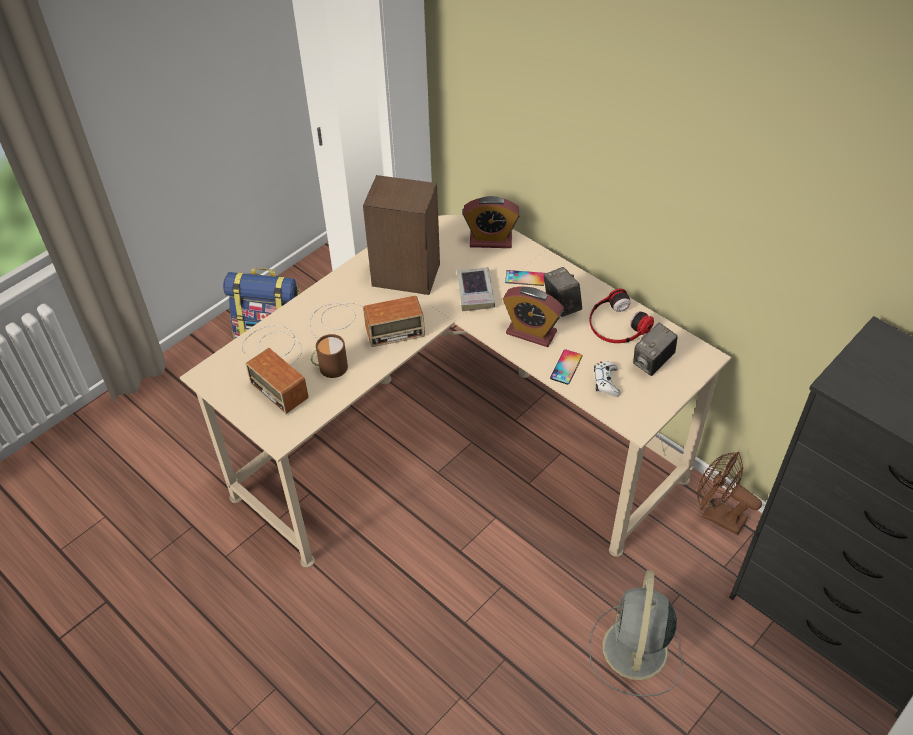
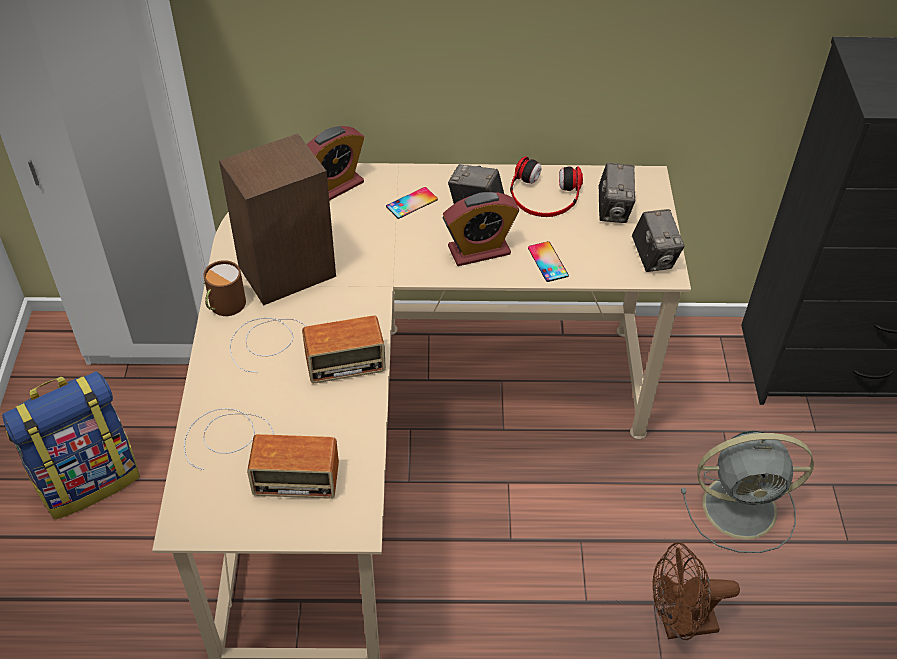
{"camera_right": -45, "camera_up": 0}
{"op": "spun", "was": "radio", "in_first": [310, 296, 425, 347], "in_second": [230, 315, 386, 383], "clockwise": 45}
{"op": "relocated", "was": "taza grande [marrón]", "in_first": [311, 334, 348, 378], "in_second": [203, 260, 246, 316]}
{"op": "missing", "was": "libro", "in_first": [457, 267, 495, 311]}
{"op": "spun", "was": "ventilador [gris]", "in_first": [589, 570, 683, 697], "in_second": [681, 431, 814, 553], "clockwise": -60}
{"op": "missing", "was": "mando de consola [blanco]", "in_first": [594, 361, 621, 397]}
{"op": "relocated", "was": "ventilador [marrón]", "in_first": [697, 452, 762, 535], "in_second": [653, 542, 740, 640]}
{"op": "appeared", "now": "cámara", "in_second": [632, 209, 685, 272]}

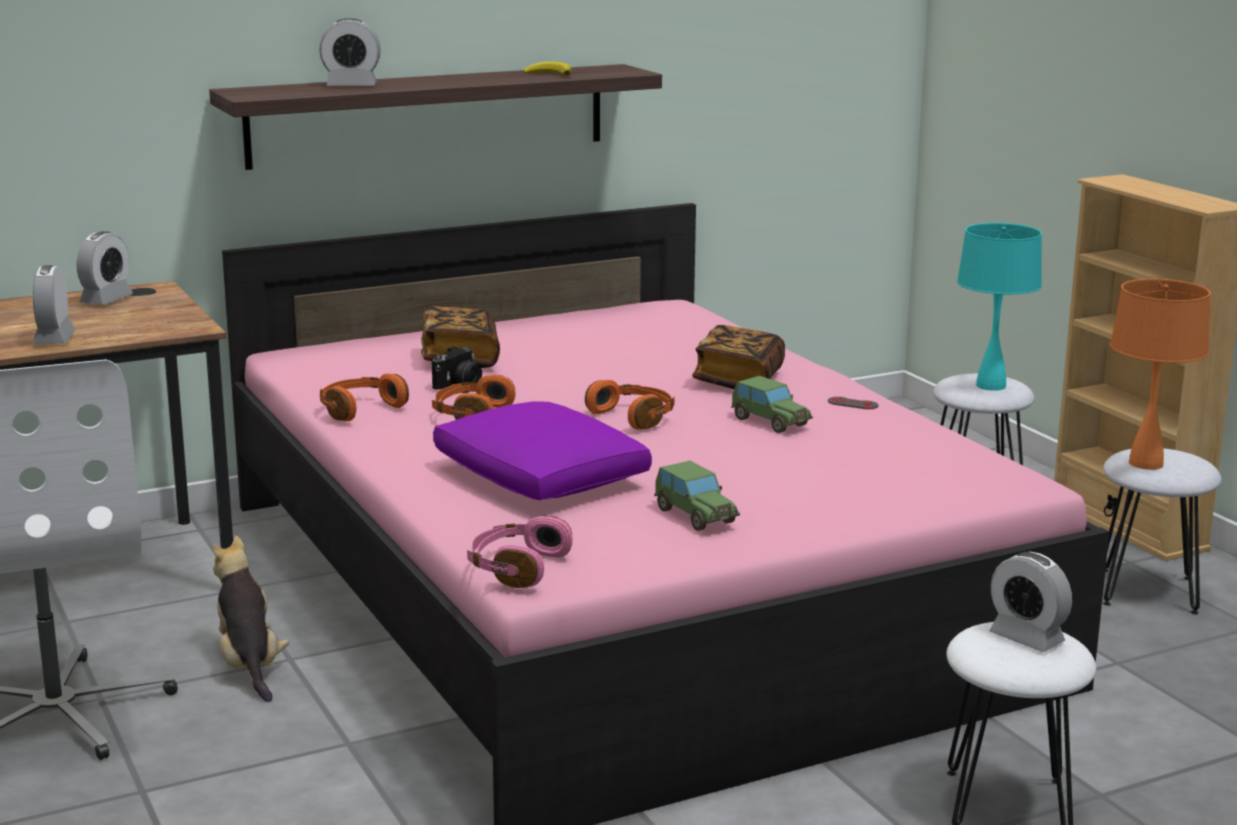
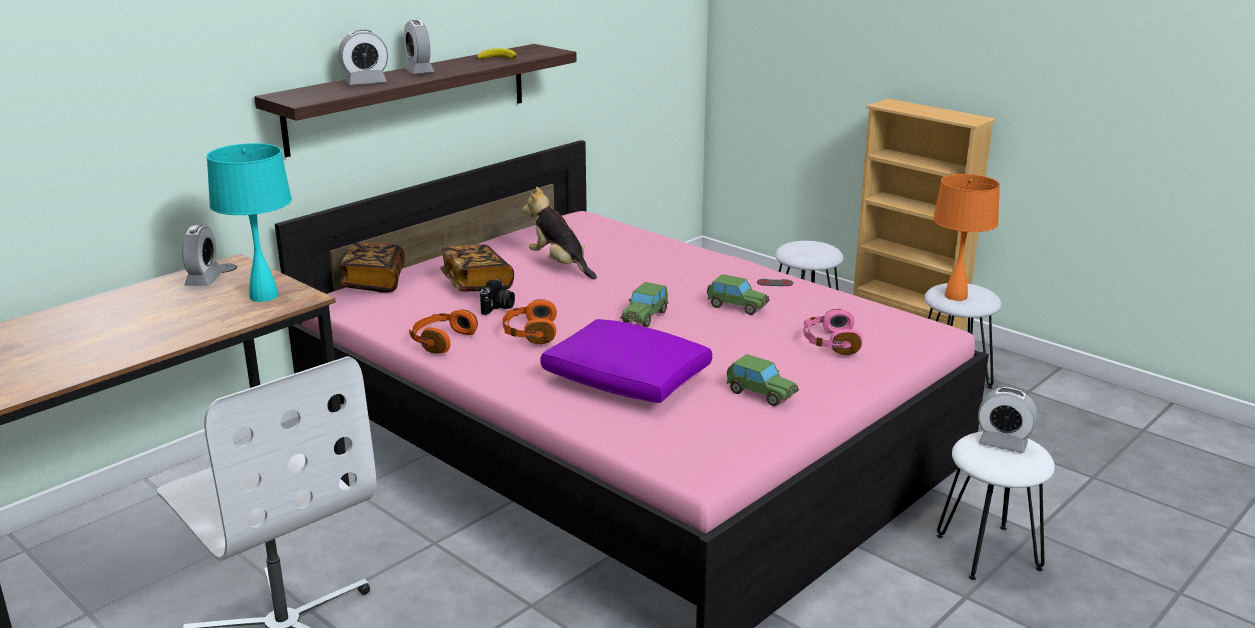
{"camera_right": -20, "camera_up": 5}
{"op": "relocated", "was": "despertador", "in_first": [32, 265, 76, 344], "in_second": [403, 20, 435, 74]}
{"op": "relocated", "was": "peluche", "in_first": [211, 536, 289, 702], "in_second": [522, 187, 597, 279]}
{"op": "relocated", "was": "auriculares [rosa]", "in_first": [467, 516, 573, 588], "in_second": [804, 309, 863, 355]}
{"op": "exchanged", "was": "auriculares [naranja]", "now": "coche de juguete", "in_first": [585, 380, 675, 429], "in_second": [620, 282, 669, 327]}
{"op": "relocated", "was": "libro", "in_first": [692, 325, 785, 389], "in_second": [340, 242, 405, 293]}
{"op": "relocated", "was": "lámpara de mesa [turquesa]", "in_first": [957, 223, 1042, 391], "in_second": [206, 143, 292, 302]}

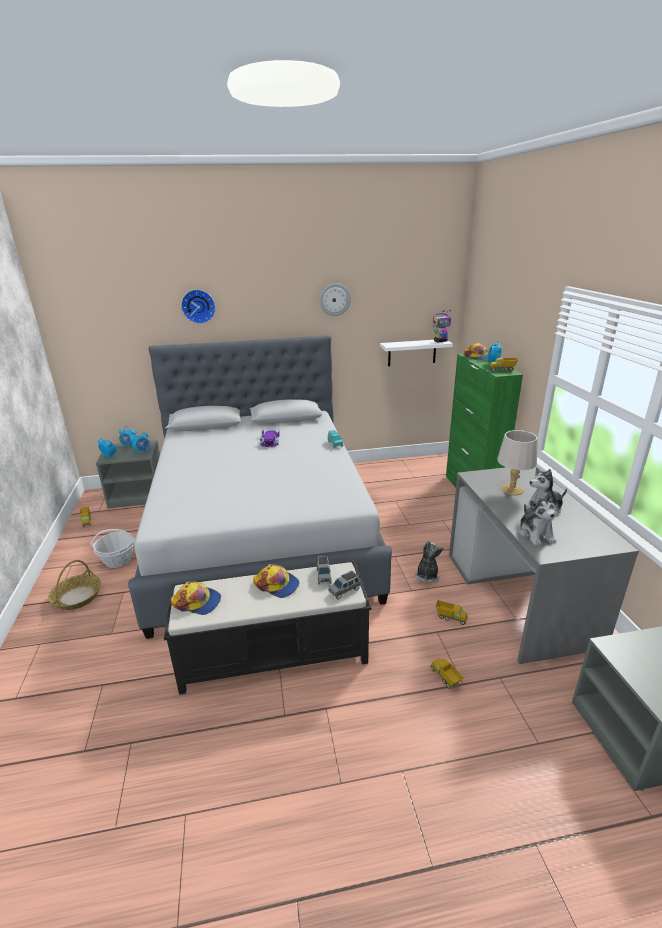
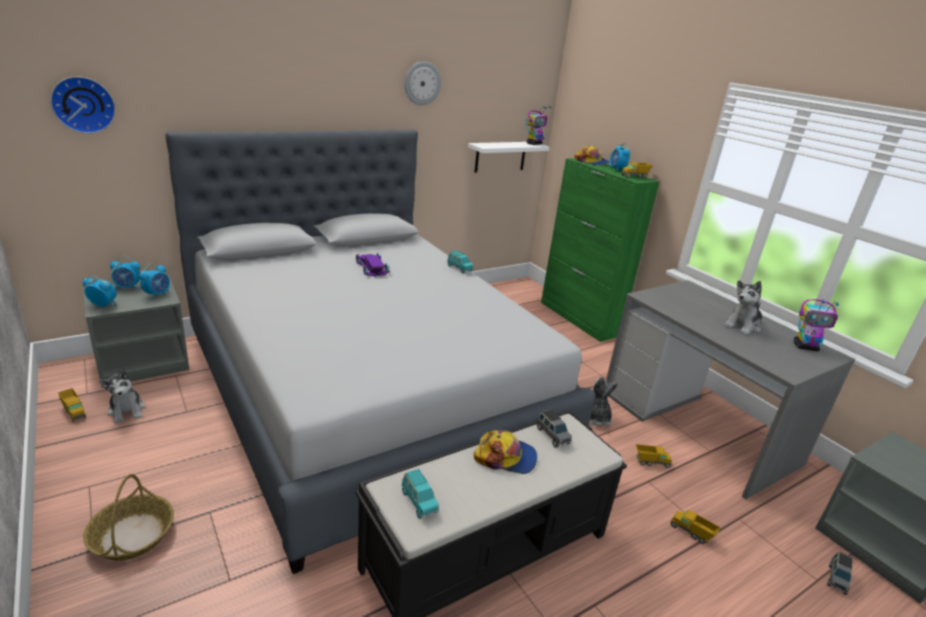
{"camera_right": -25, "camera_up": 0}
{"op": "missing", "was": "cesta", "in_first": [90, 529, 136, 568]}
{"op": "exchanged", "was": "gorra", "now": "coche de juguete [turquesa]", "in_first": [171, 581, 221, 615], "in_second": [402, 469, 439, 519]}
{"op": "relocated", "was": "reloj de pared", "in_first": [181, 290, 216, 324], "in_second": [50, 76, 116, 134]}
{"op": "relocated", "was": "coche de juguete [gris]", "in_first": [328, 571, 360, 600], "in_second": [827, 552, 852, 595]}
{"op": "missing", "was": "lámpara de mesa [gris]", "in_first": [497, 430, 538, 496]}
{"op": "relocated", "was": "peluche", "in_first": [518, 492, 556, 545], "in_second": [99, 369, 145, 424]}
{"op": "appeared", "now": "robot de juguete", "in_second": [794, 299, 839, 351]}

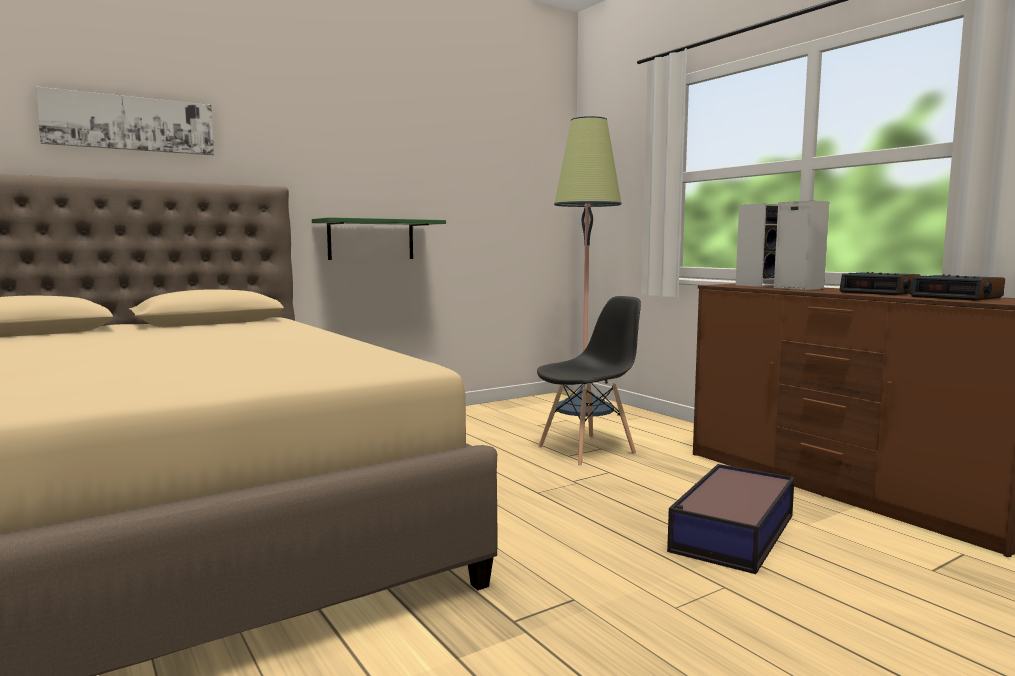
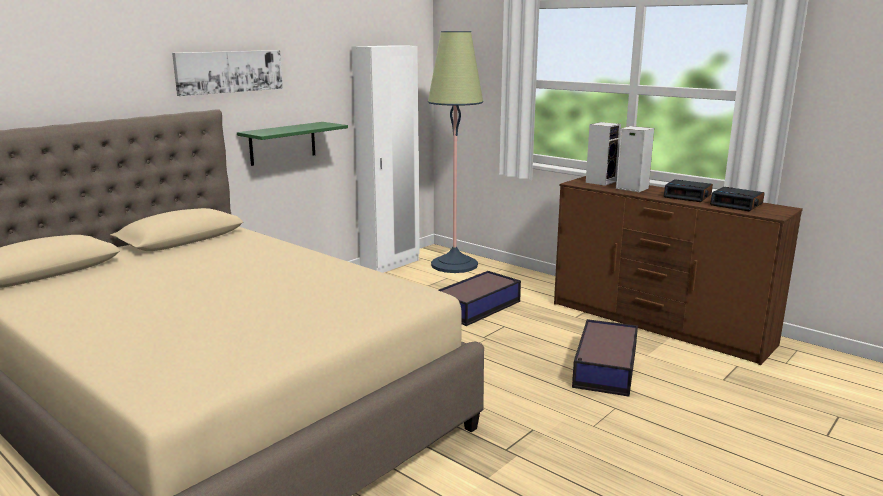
{"camera_right": -15, "camera_up": 10}
{"op": "relocated", "was": "cuadro", "in_first": [36, 87, 214, 155], "in_second": [172, 50, 283, 96]}
{"op": "exchanged", "was": "silla [negro]", "now": "caja de almacenaje", "in_first": [537, 296, 641, 465], "in_second": [438, 271, 521, 326]}
{"op": "appeared", "now": "armario ropero [blanco]", "in_second": [351, 45, 420, 273]}

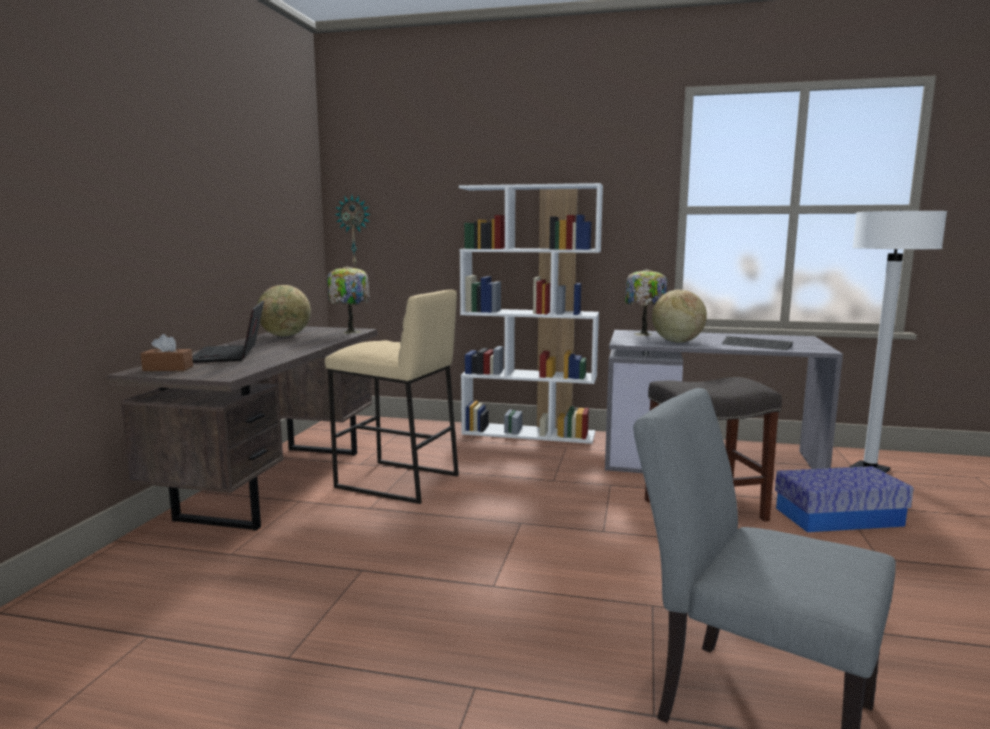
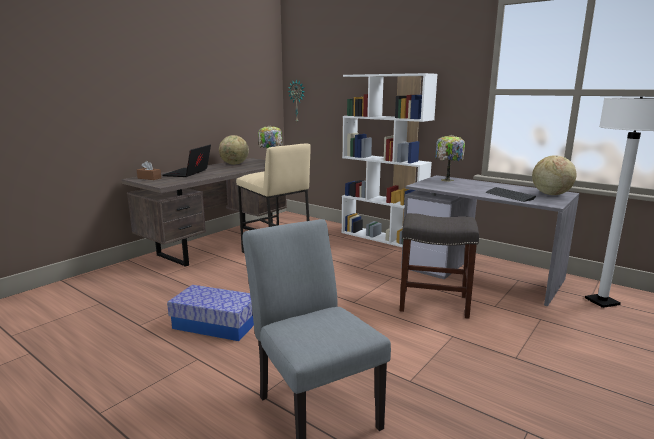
{"camera_right": 25, "camera_up": 5}
{"op": "relocated", "was": "globo terráqueo", "in_first": [652, 290, 707, 343], "in_second": [532, 155, 576, 195]}
{"op": "relocated", "was": "caja de almacenaje", "in_first": [775, 466, 914, 532], "in_second": [167, 285, 254, 341]}

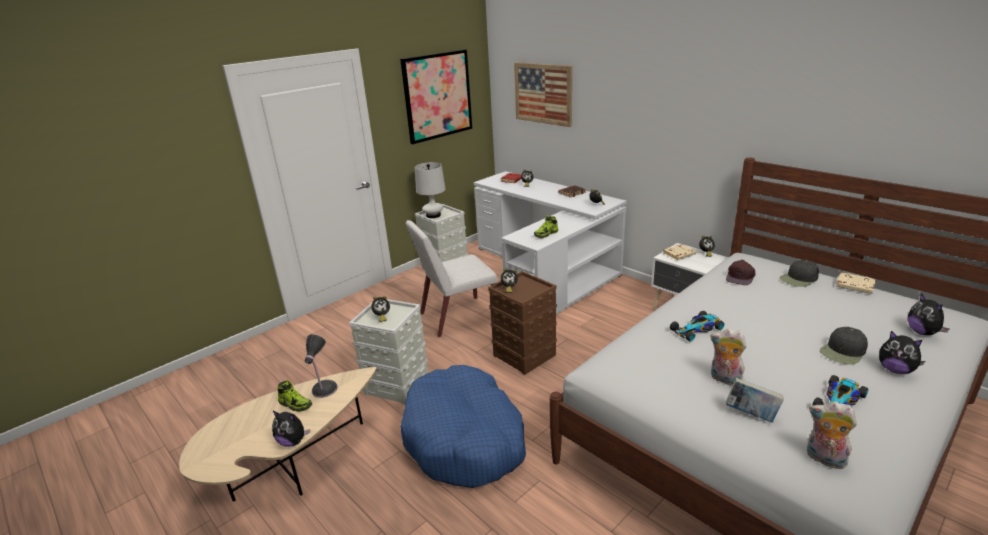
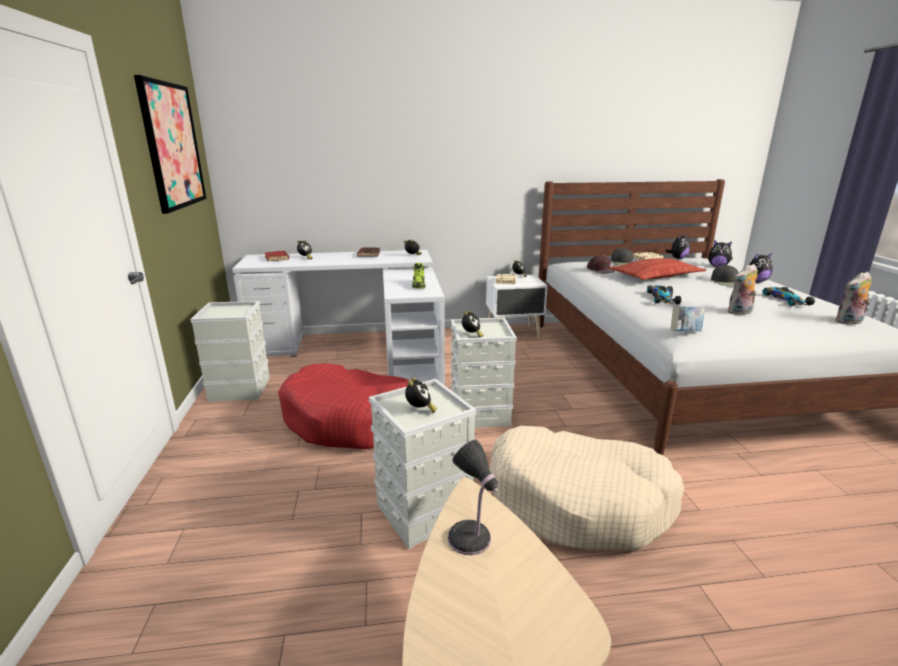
{"camera_right": -55, "camera_up": -5}
{"op": "relocated", "was": "peluche", "in_first": [272, 410, 310, 447], "in_second": [665, 234, 690, 259]}
{"op": "missing", "was": "zapato", "in_first": [278, 380, 312, 412]}
{"op": "colour", "was": "cama para perro [azul]", "now": "cama para perro [beis]", "in_first": [400, 365, 526, 488], "in_second": [490, 426, 684, 550]}
{"op": "exchanged", "was": "silla [blanco]", "now": "cama para perro [rojo]", "in_first": [406, 220, 498, 337], "in_second": [278, 363, 410, 449]}
{"op": "missing", "was": "lámpara de mesa [blanco]", "in_first": [415, 162, 446, 218]}
{"op": "colour", "was": "caja de almacenaje [marrón]", "now": "caja de almacenaje [gris]", "in_first": [488, 271, 557, 375], "in_second": [451, 318, 517, 428]}
{"op": "missing", "was": "cuadro", "in_first": [514, 62, 572, 127]}
{"op": "relocated", "was": "libro", "in_first": [726, 378, 784, 423], "in_second": [671, 306, 705, 331]}
{"op": "appeared", "now": "cojín", "in_second": [609, 258, 706, 280]}

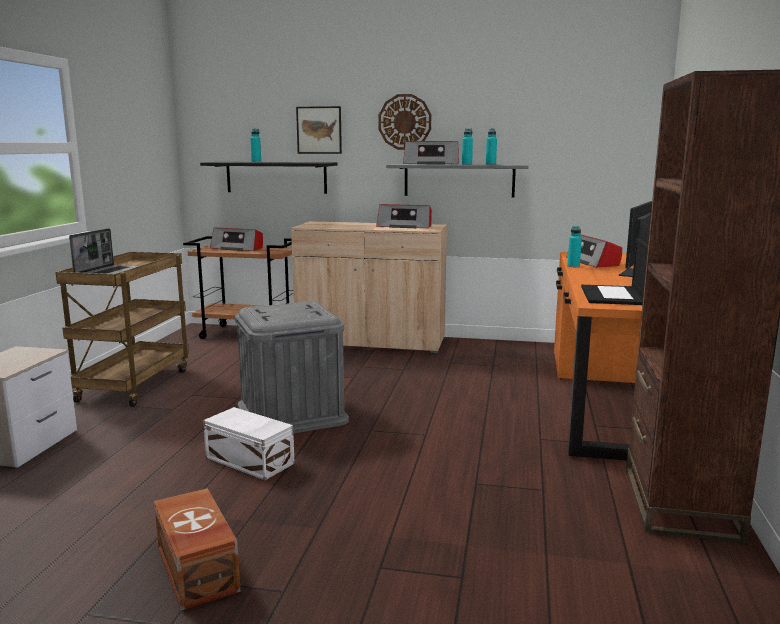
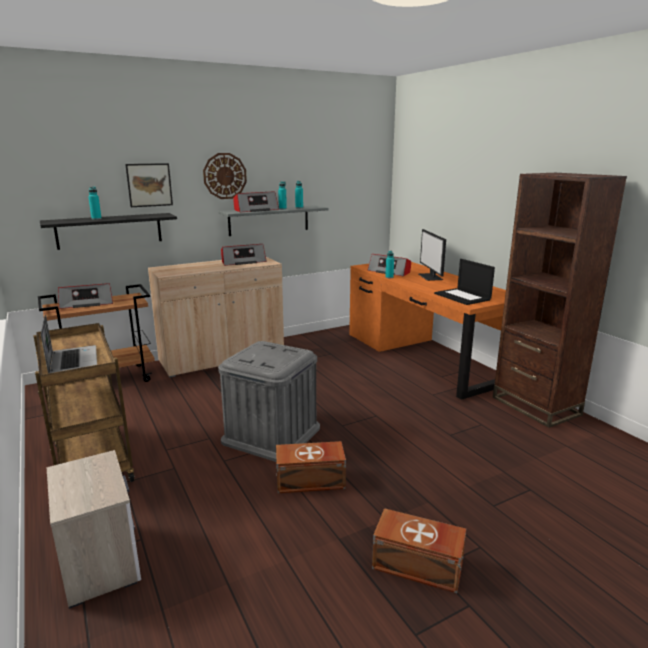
{"camera_right": -40, "camera_up": 5}
{"op": "colour", "was": "caja de almacenaje [blanco]", "now": "caja de almacenaje [marrón]", "in_first": [203, 407, 295, 480], "in_second": [276, 441, 346, 493]}

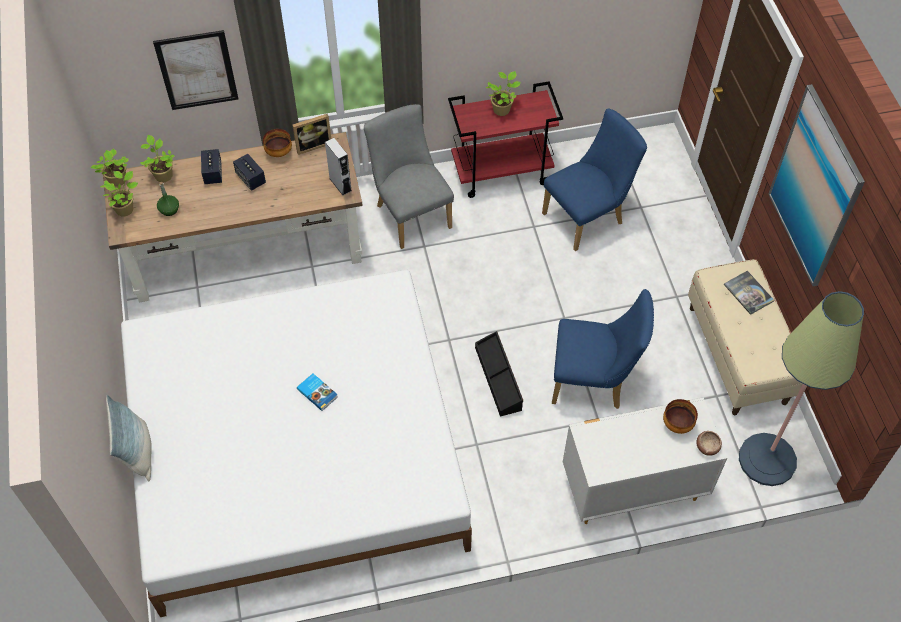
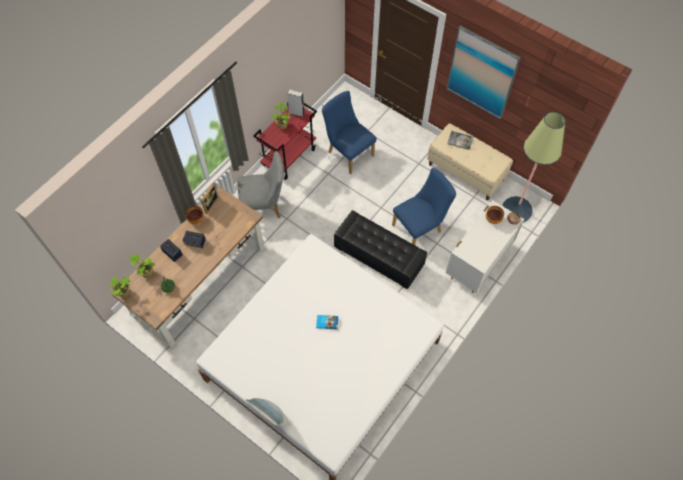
{"camera_right": -40, "camera_up": 5}
{"op": "missing", "was": "planta en maceta", "in_first": [100, 171, 138, 216]}
{"op": "missing", "was": "cuadro", "in_first": [153, 30, 238, 110]}
{"op": "relocated", "was": "altavoz [gris]", "in_first": [325, 138, 352, 195], "in_second": [287, 89, 304, 117]}
{"op": "spun", "was": "silla [gris]", "in_first": [364, 104, 454, 249], "in_second": [237, 151, 284, 218], "clockwise": 150}
{"op": "exchanged", "was": "caja de almacenaje [negro]", "now": "puf [negro]", "in_first": [475, 331, 523, 417], "in_second": [334, 210, 427, 289]}
{"op": "spun", "was": "silla [azul]", "in_first": [542, 108, 647, 251], "in_second": [322, 91, 376, 174], "clockwise": -60}

